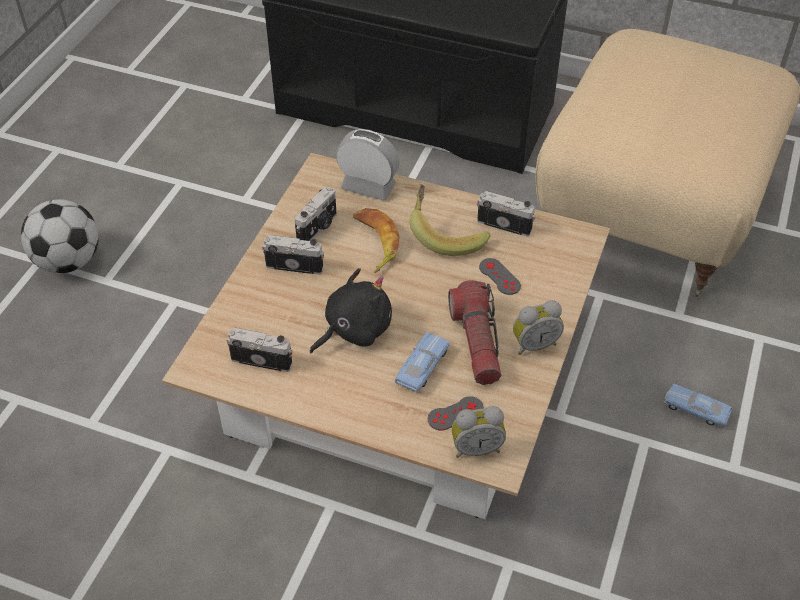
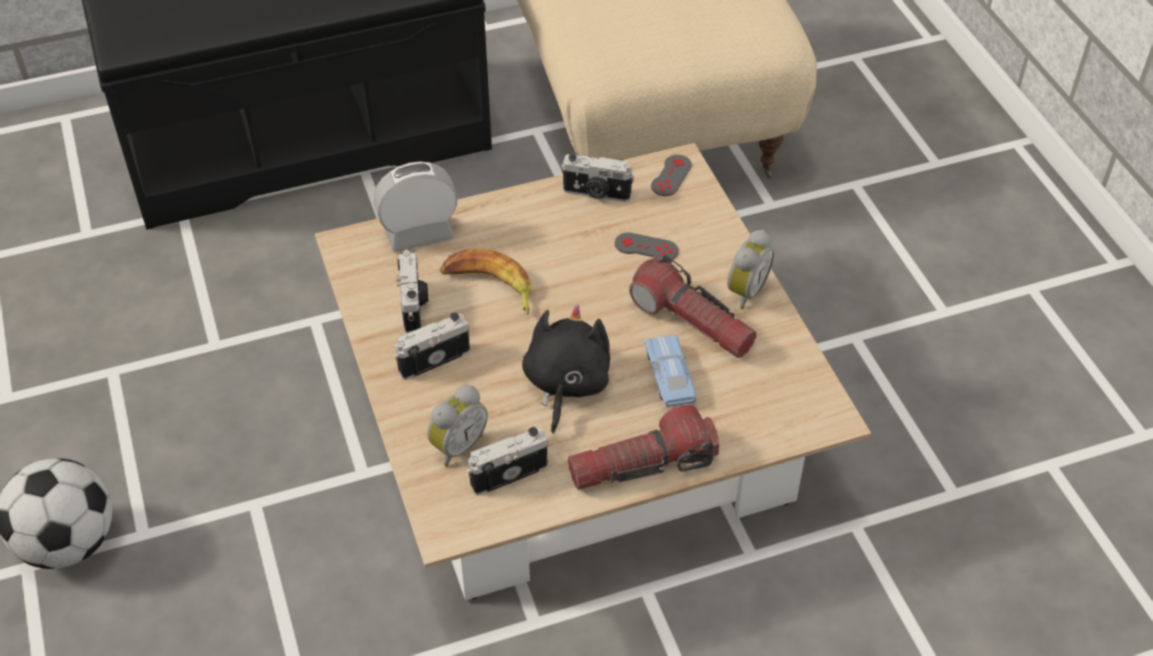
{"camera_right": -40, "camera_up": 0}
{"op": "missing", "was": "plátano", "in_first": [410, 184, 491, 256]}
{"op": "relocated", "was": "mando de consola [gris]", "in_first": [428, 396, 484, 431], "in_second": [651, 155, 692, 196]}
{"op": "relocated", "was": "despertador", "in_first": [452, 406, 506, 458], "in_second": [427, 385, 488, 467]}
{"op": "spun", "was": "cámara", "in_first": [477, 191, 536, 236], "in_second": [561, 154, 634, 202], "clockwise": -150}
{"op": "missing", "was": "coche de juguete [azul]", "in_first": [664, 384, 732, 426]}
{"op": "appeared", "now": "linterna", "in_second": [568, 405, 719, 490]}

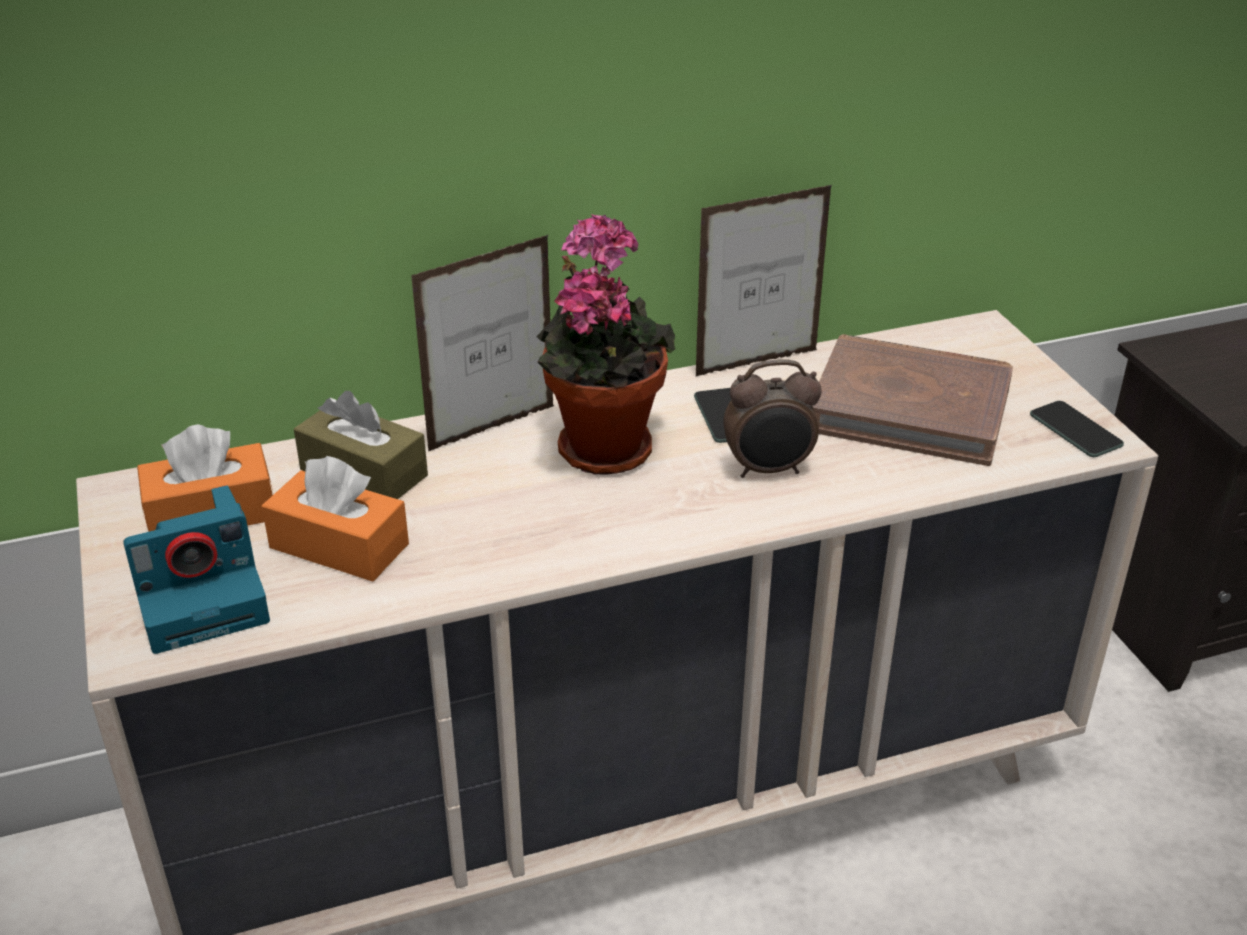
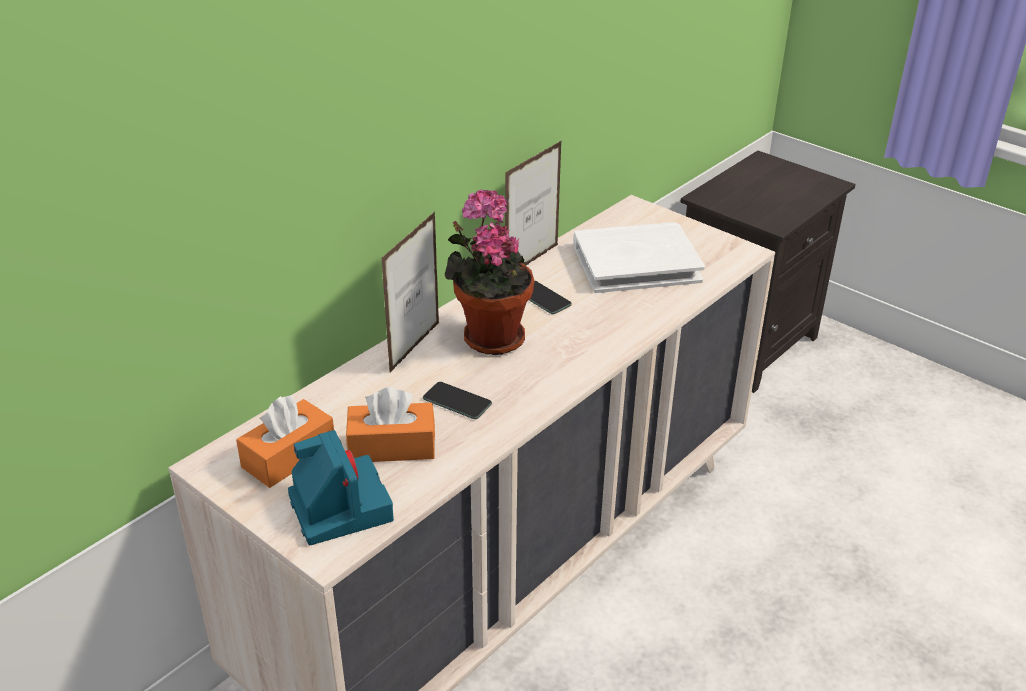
{"camera_right": -30, "camera_up": 0}
{"op": "spun", "was": "cámara", "in_first": [123, 485, 270, 654], "in_second": [288, 430, 394, 545], "clockwise": -60}
{"op": "missing", "was": "caja de pañuelos [marrón]", "in_first": [294, 391, 428, 499]}
{"op": "missing", "was": "despertador", "in_first": [724, 359, 822, 478]}
{"op": "colour", "was": "libro [marrón]", "now": "libro [blanco]", "in_first": [812, 334, 1013, 466], "in_second": [573, 222, 705, 293]}
{"op": "relocated", "was": "móvil", "in_first": [1030, 401, 1124, 457], "in_second": [423, 382, 492, 419]}

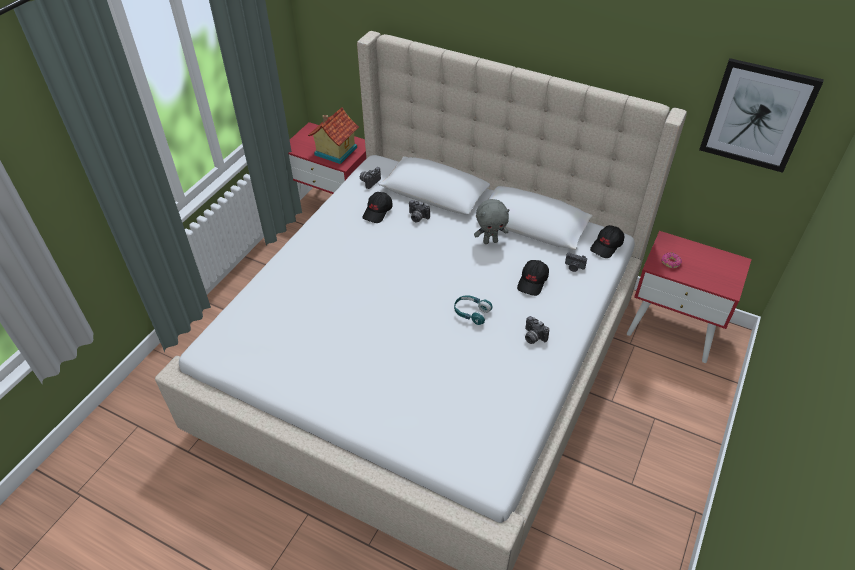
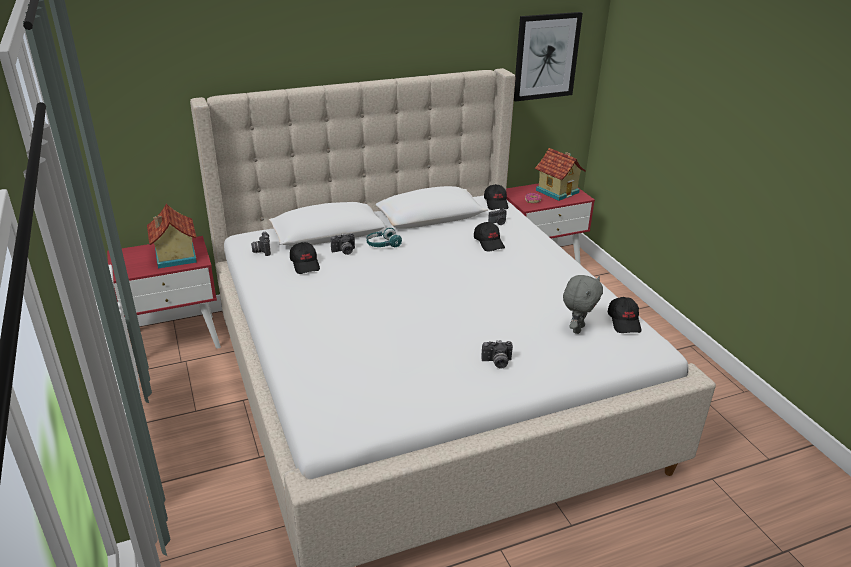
{"camera_right": -50, "camera_up": -15}
{"op": "relocated", "was": "auriculares [turquesa]", "in_first": [454, 295, 493, 325], "in_second": [366, 228, 402, 247]}
{"op": "relocated", "was": "peluche [gris]", "in_first": [474, 199, 510, 244], "in_second": [563, 275, 603, 334]}
{"op": "relocated", "was": "cámara", "in_first": [525, 316, 549, 344], "in_second": [481, 340, 513, 369]}
{"op": "appeared", "now": "casita", "in_second": [535, 148, 586, 201]}
{"op": "appeared", "now": "gorra [negro]", "in_second": [608, 297, 641, 333]}

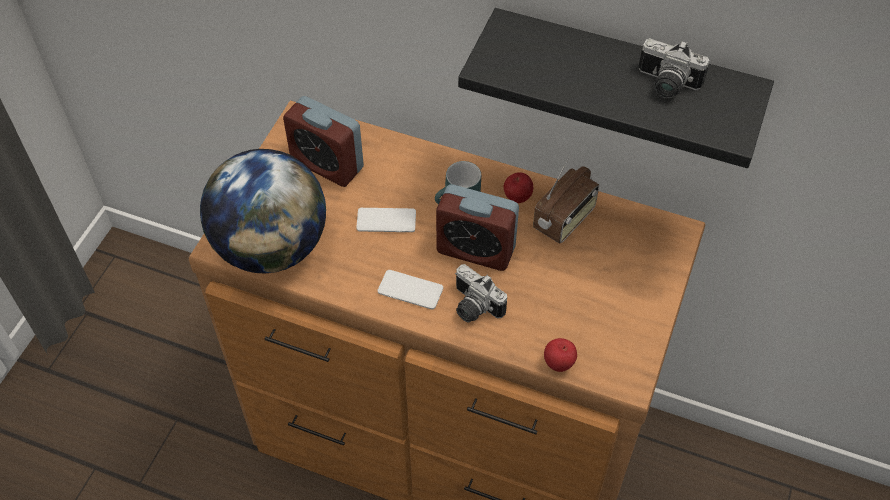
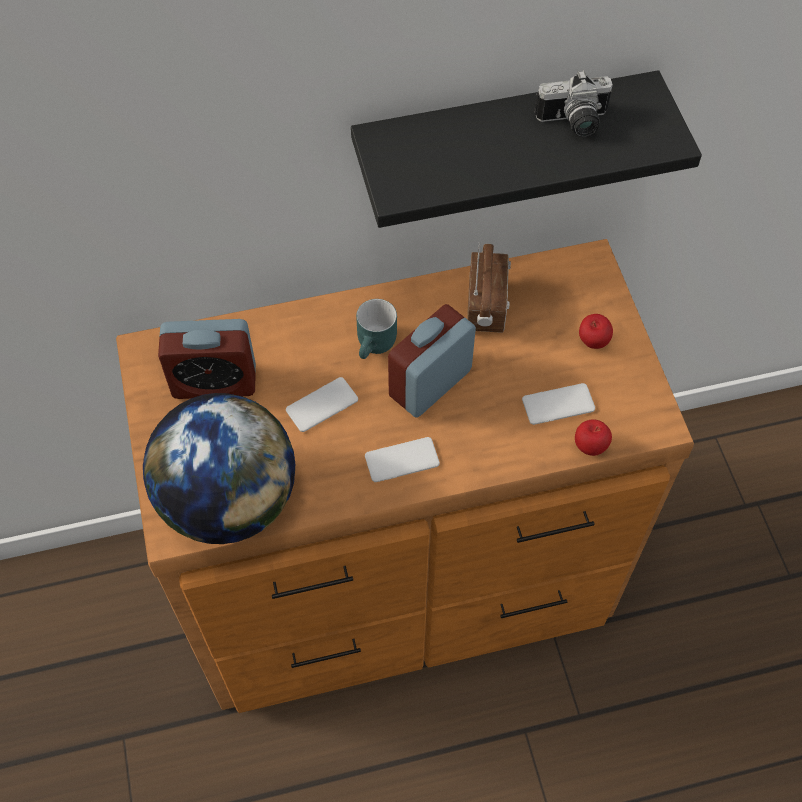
{"camera_right": -35, "camera_up": 5}
{"op": "spun", "was": "despertador", "in_first": [436, 184, 519, 271], "in_second": [388, 304, 476, 418], "clockwise": 150}
{"op": "missing", "was": "cámara", "in_first": [455, 264, 507, 323]}
{"op": "relocated", "was": "manzana", "in_first": [504, 172, 533, 203], "in_second": [579, 314, 613, 349]}
{"op": "appeared", "now": "móvil", "in_second": [522, 383, 595, 425]}

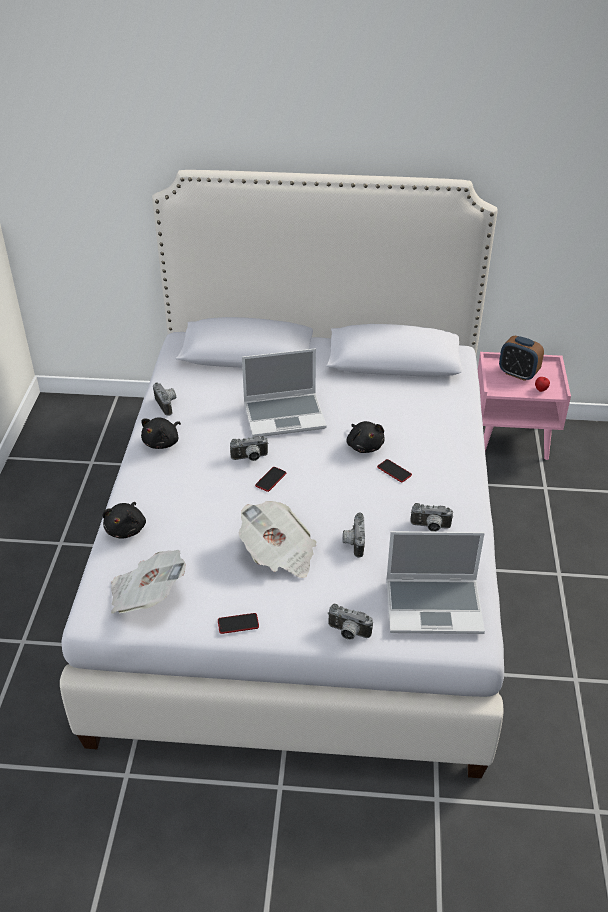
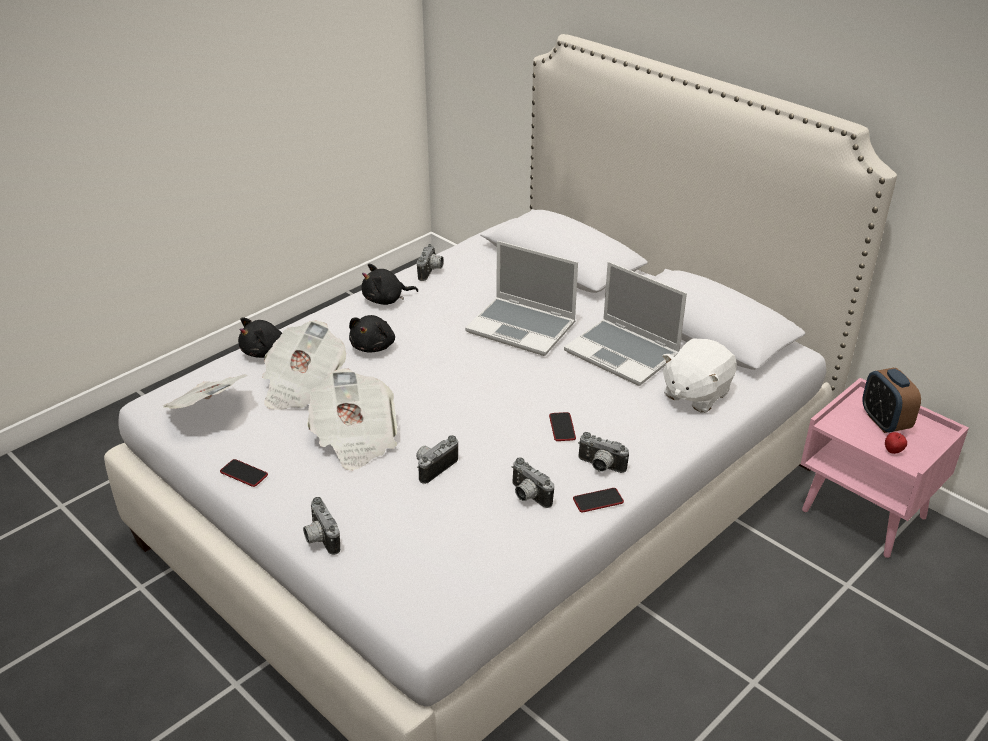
{"camera_right": 40, "camera_up": -5}
{"op": "relocated", "was": "cámara", "in_first": [230, 436, 268, 461], "in_second": [578, 432, 629, 473]}
{"op": "relocated", "was": "móvil", "in_first": [255, 467, 286, 492], "in_second": [573, 488, 624, 512]}
{"op": "relocated", "was": "peluche [negro]", "in_first": [347, 421, 385, 453], "in_second": [349, 315, 395, 352]}
{"op": "relocated", "was": "portátil", "in_first": [386, 531, 485, 634], "in_second": [564, 262, 687, 386]}
{"op": "appeared", "now": "periódico", "in_second": [262, 320, 346, 410]}
{"op": "appeared", "now": "peluche [blanco]", "in_second": [662, 338, 737, 413]}

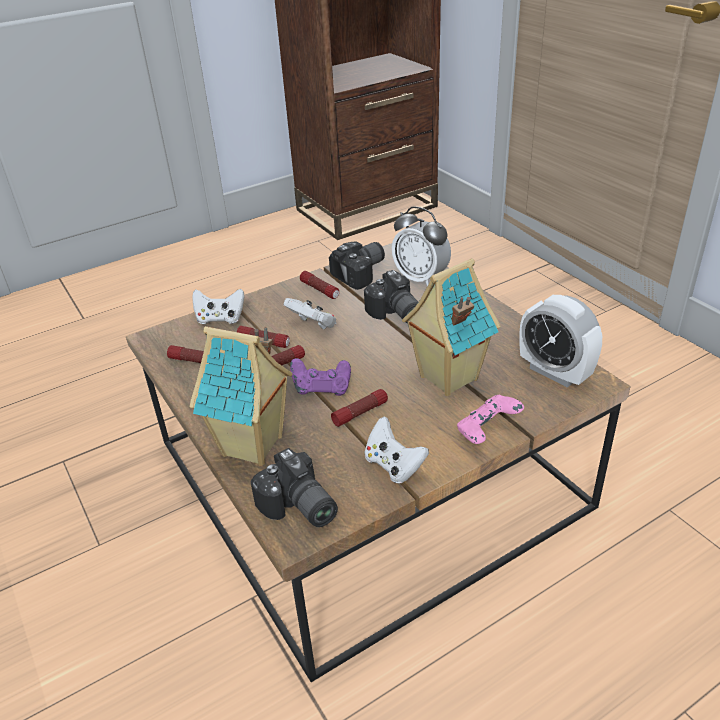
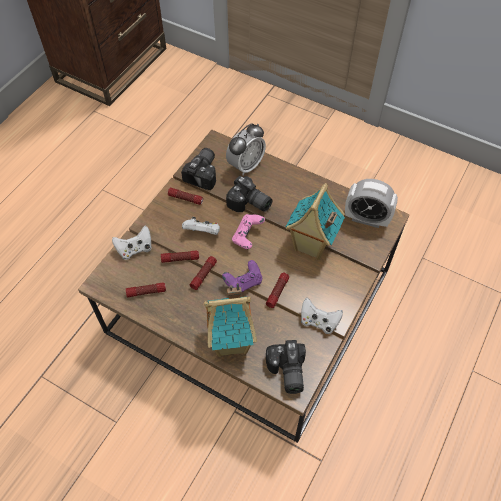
{"camera_right": -30, "camera_up": 20}
{"op": "spun", "was": "cámara", "in_first": [250, 448, 338, 527], "in_second": [266, 340, 306, 394], "clockwise": 60}
{"op": "spun", "was": "despertador", "in_first": [392, 206, 451, 286], "in_second": [226, 123, 266, 176], "clockwise": -60}
{"op": "relocated", "was": "mando de consola [rosa]", "in_first": [457, 395, 524, 444], "in_second": [232, 214, 265, 249]}

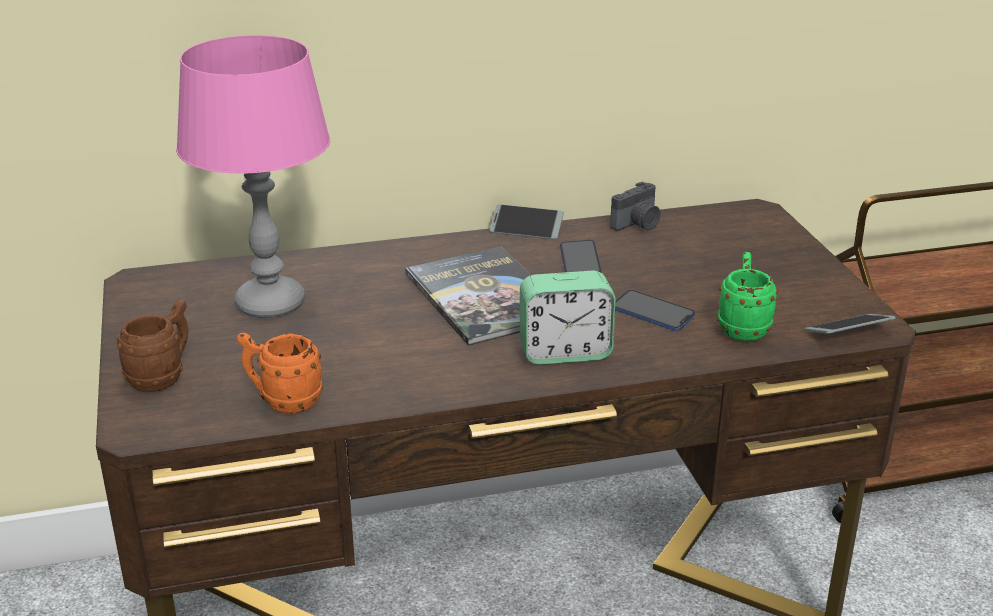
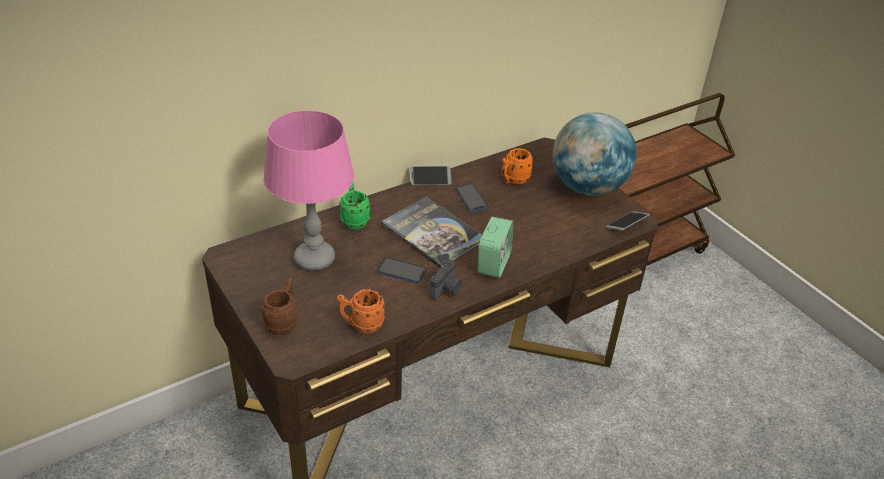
{"camera_right": -20, "camera_up": 10}
{"op": "spun", "was": "despertador", "in_first": [520, 271, 615, 365], "in_second": [478, 217, 514, 278], "clockwise": -45}
{"op": "relocated", "was": "cámara", "in_first": [610, 182, 660, 231], "in_second": [430, 260, 462, 300]}
{"op": "relocated", "was": "móvil", "in_first": [615, 290, 695, 331], "in_second": [378, 257, 427, 284]}
{"op": "relocated", "was": "taza grande [verde]", "in_first": [717, 252, 778, 341], "in_second": [339, 181, 370, 230]}
{"op": "appeared", "now": "taza grande [naranja]", "in_second": [502, 148, 534, 184]}
{"op": "appeared", "now": "globo terráqueo", "in_second": [553, 113, 637, 196]}

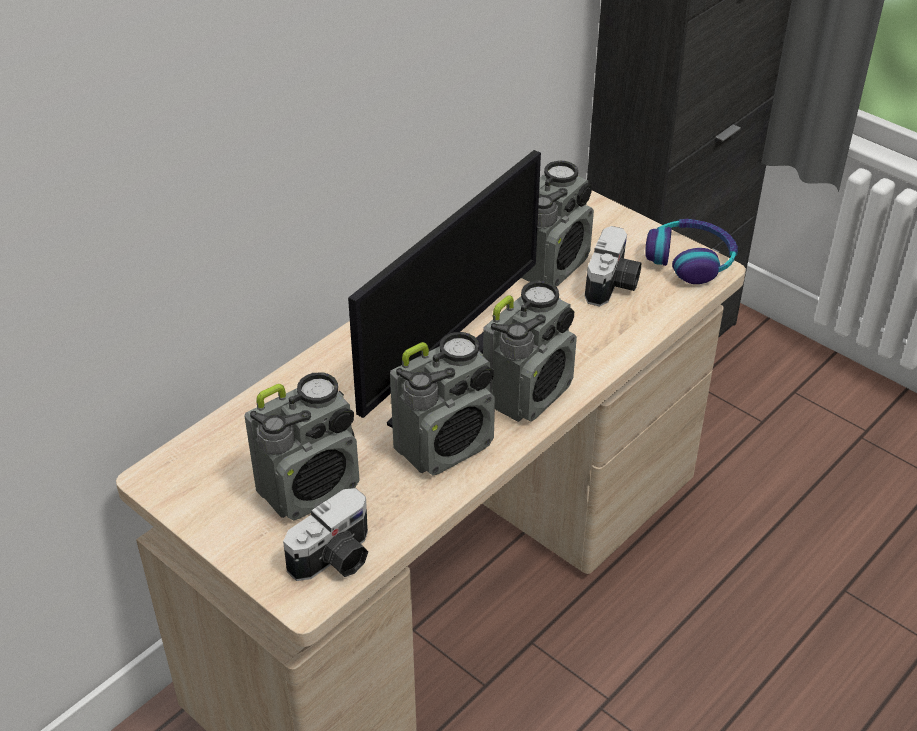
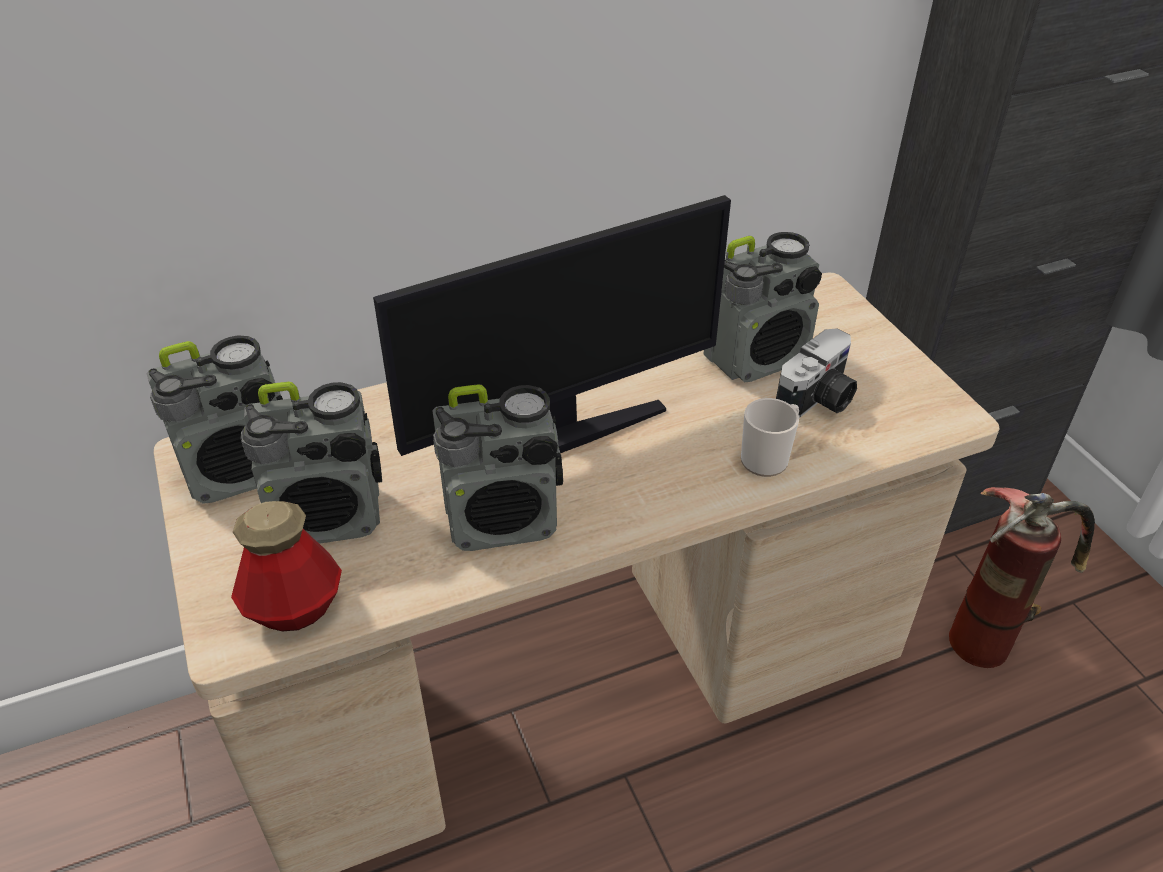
{"camera_right": 25, "camera_up": 0}
{"op": "exchanged", "was": "cámara", "now": "botella", "in_first": [283, 488, 368, 581], "in_second": [231, 501, 342, 631]}
{"op": "relocated", "was": "radio", "in_first": [483, 280, 577, 422], "in_second": [147, 335, 283, 504]}
{"op": "missing", "was": "auriculares", "in_first": [645, 219, 738, 284]}
{"op": "appeared", "now": "taza grande", "in_second": [741, 398, 799, 477]}
{"op": "appeared", "now": "extintor", "in_second": [949, 487, 1095, 668]}

